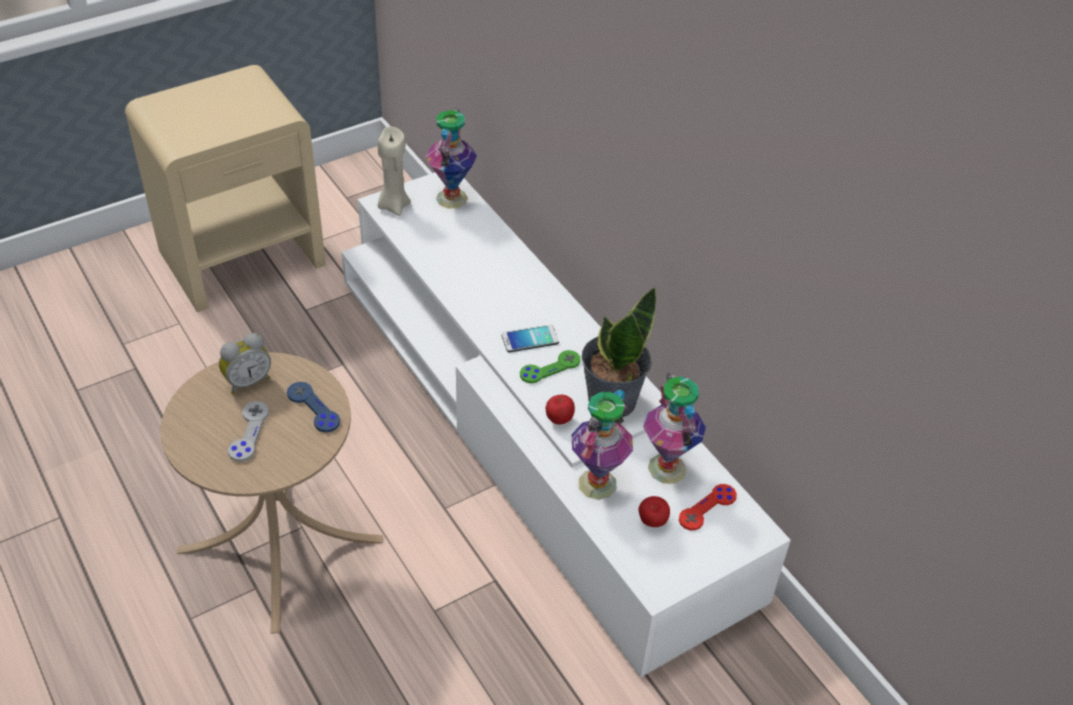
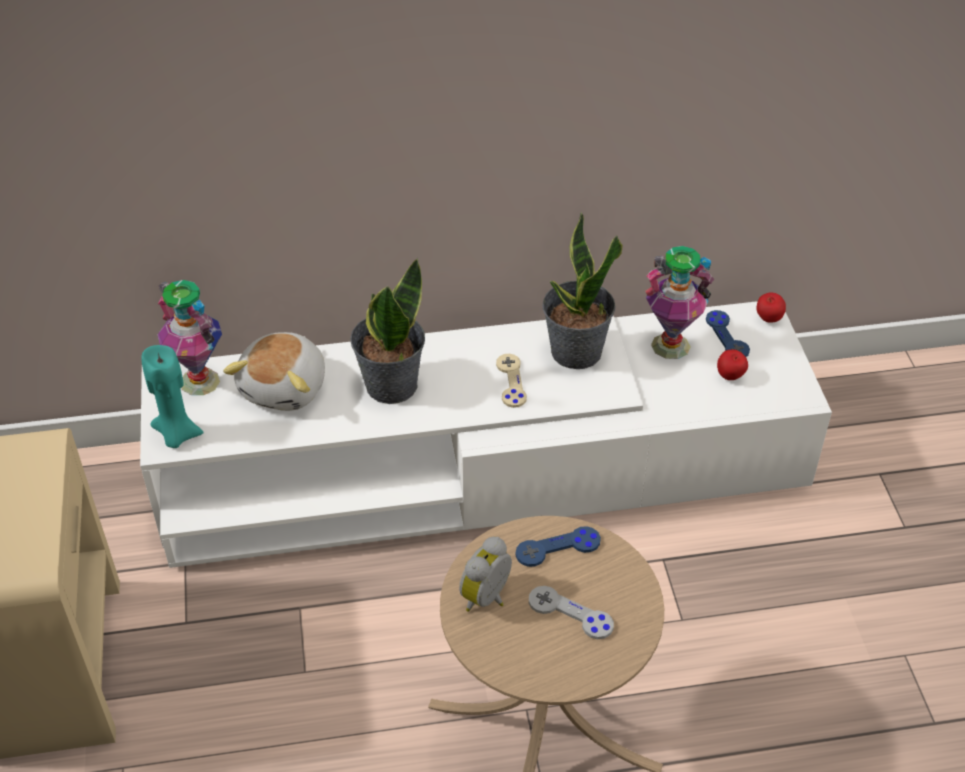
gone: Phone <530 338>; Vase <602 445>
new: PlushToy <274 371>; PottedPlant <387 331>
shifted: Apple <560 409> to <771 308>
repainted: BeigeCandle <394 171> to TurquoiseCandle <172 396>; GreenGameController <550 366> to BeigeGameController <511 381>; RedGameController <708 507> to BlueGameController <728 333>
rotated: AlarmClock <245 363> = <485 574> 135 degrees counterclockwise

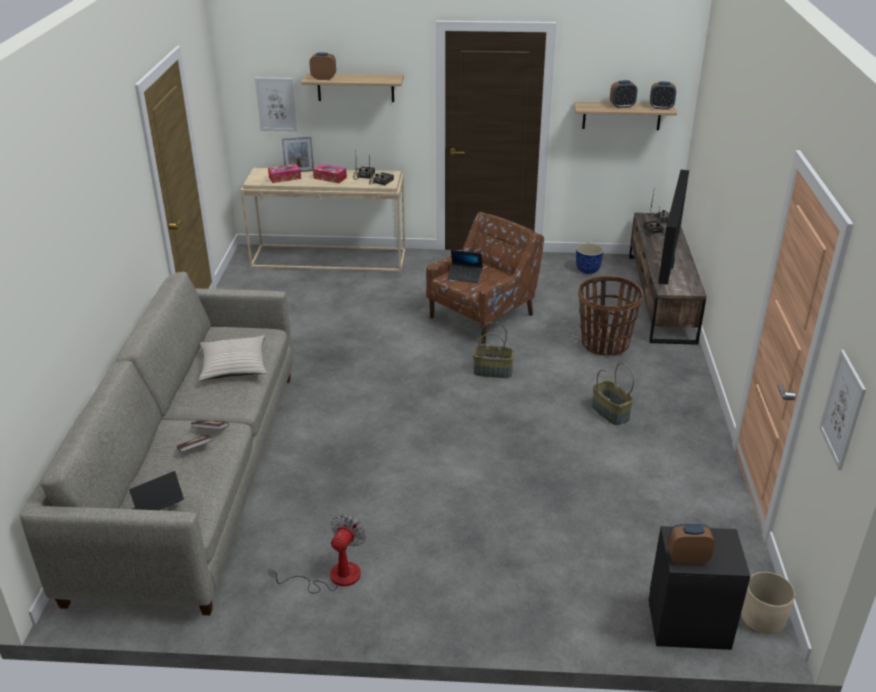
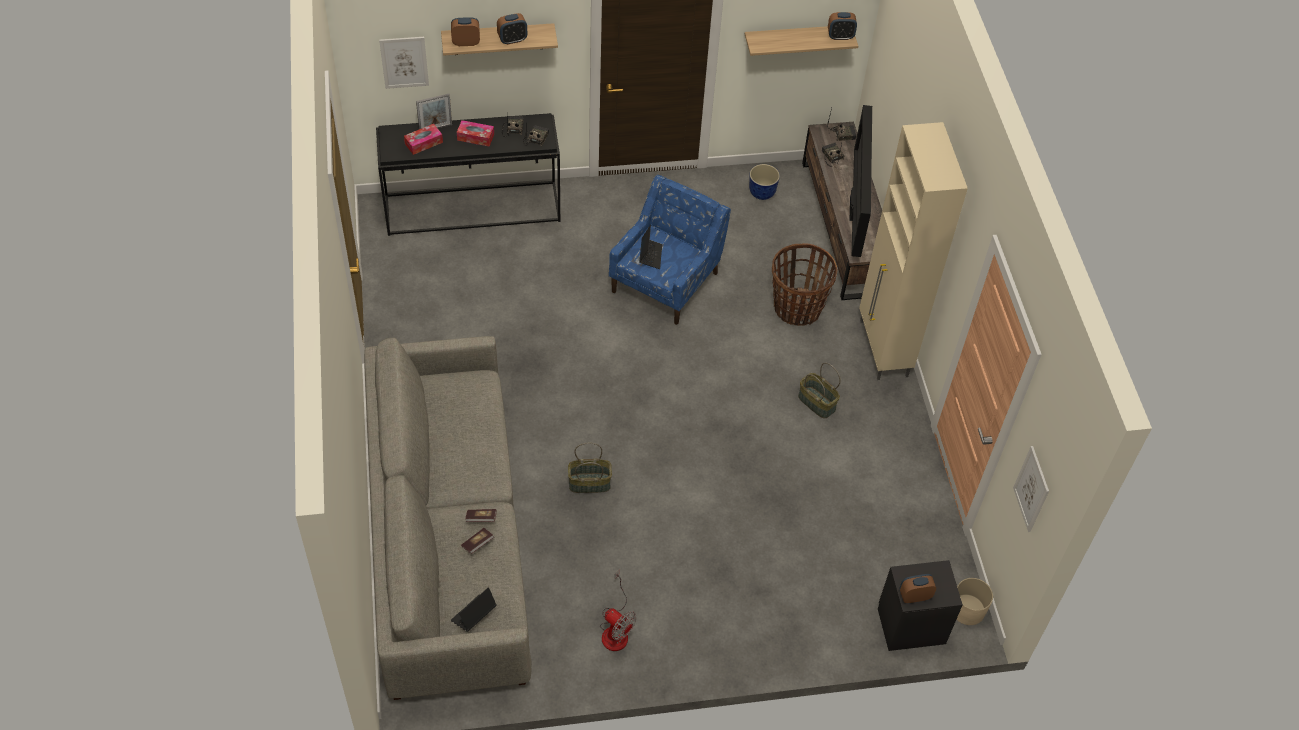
gone: BeigePillow <232 358>
new: BeigeCabinet <913 251>
shifted: Basket <493 350> to <590 468>; AlarmClock <623 94> to <512 29>
repainted: BeigeConsoleTable <323 220> to BlackConsoleTable <468 174>; BrownArmchair <485 278> to BlueArmchair <670 250>
rotated: Fan <317 554> = <618 610> 120 degrees clockwise; Laptop <465 266> = <650 247> 90 degrees counterclockwise

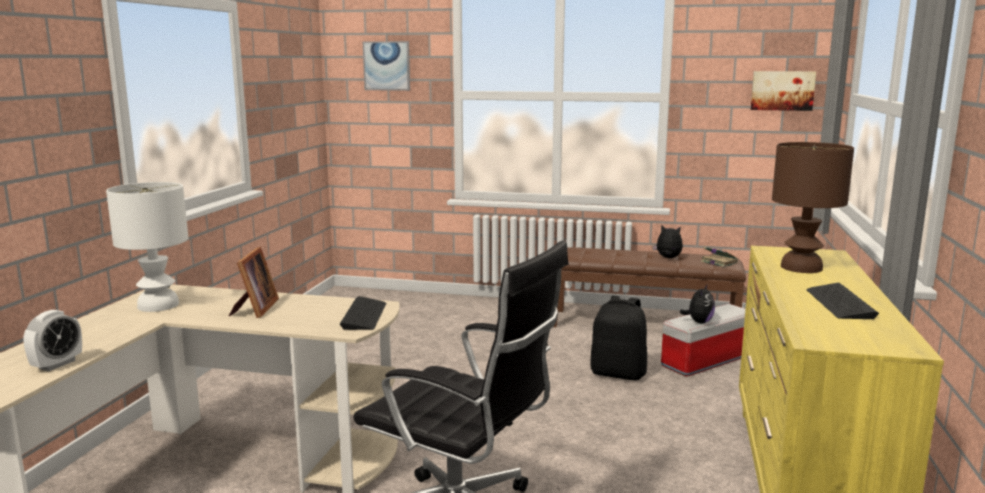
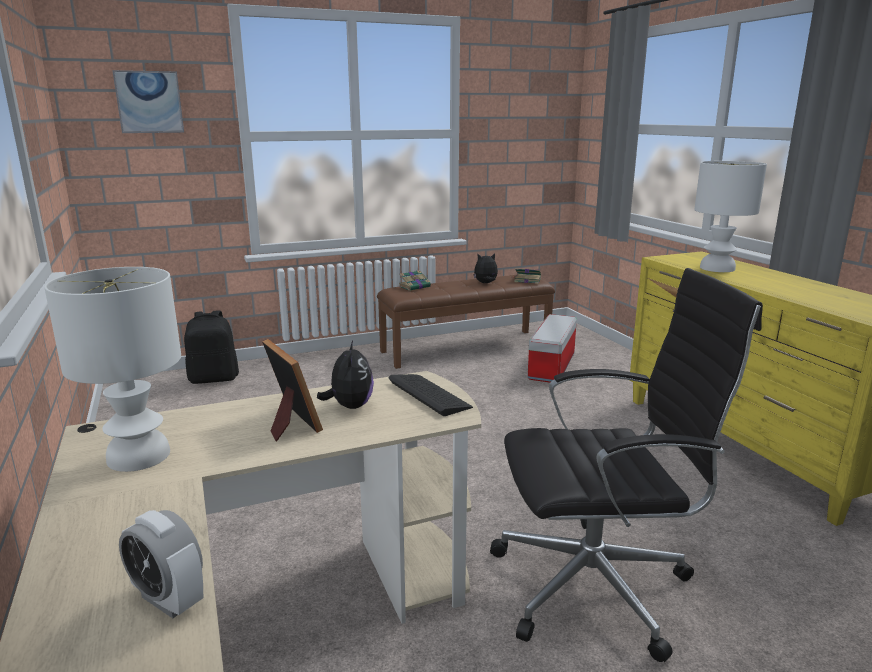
gone: Picture <783 91>; Keyboard <842 301>
new: Book <415 280>
shifted: BlackBackpack <618 338> to <211 347>; PlushToy <697 304> to <345 375>
repainted: BrownTableLamp <813 207> to WhiteTableLamp <730 216>
rotated: AlarmClock <53 340> = <161 564> 135 degrees clockwise

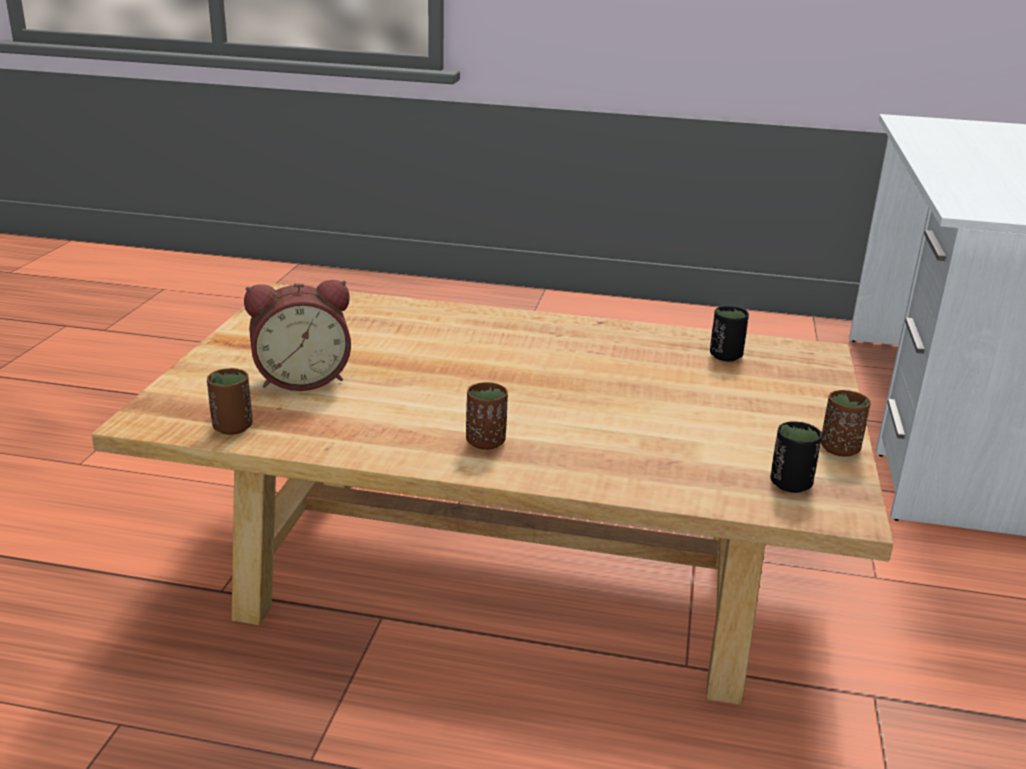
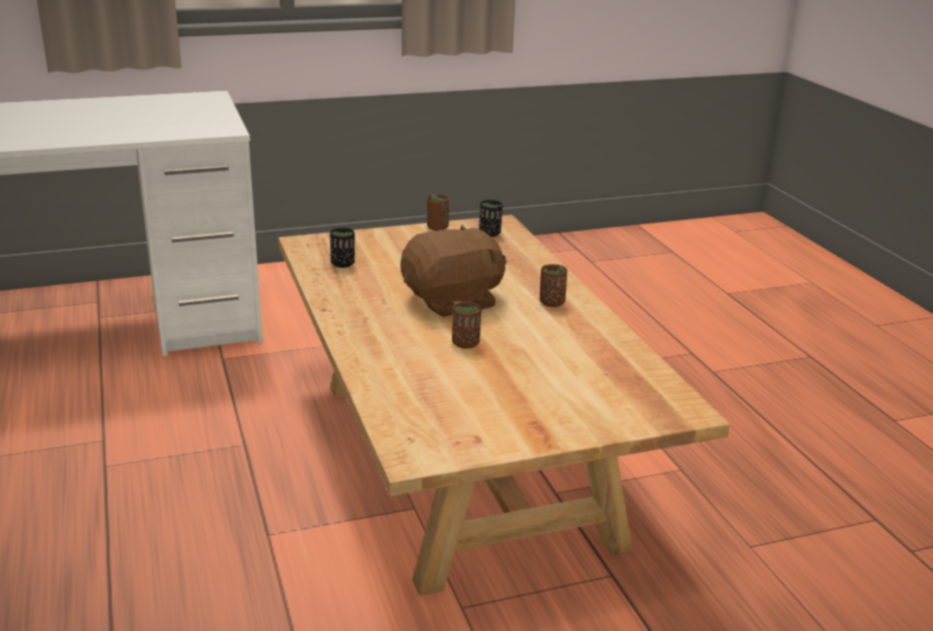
gone: AlarmClock <297 335>
new: BrownPlushToy <454 270>
shifted: BrownCup <230 401> to <466 325>

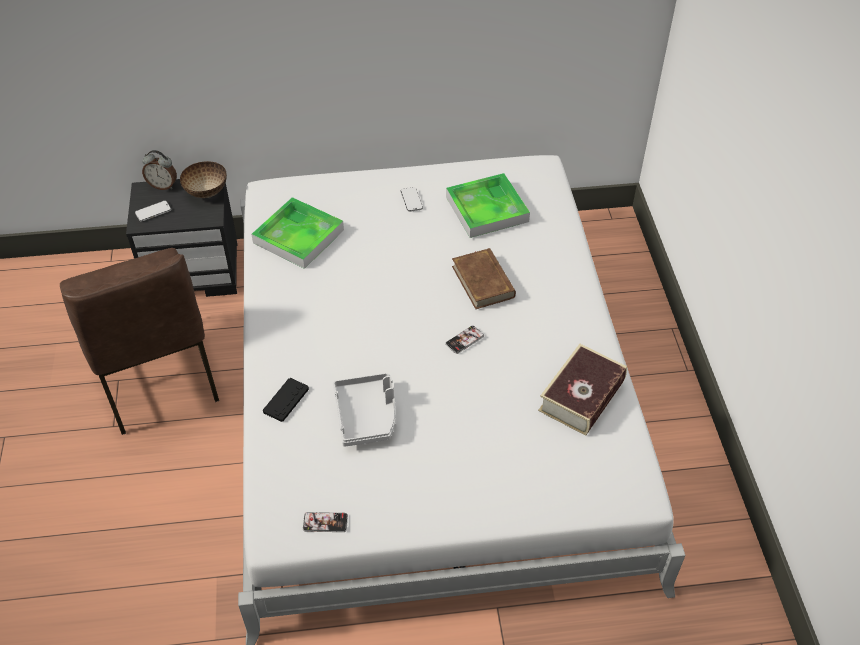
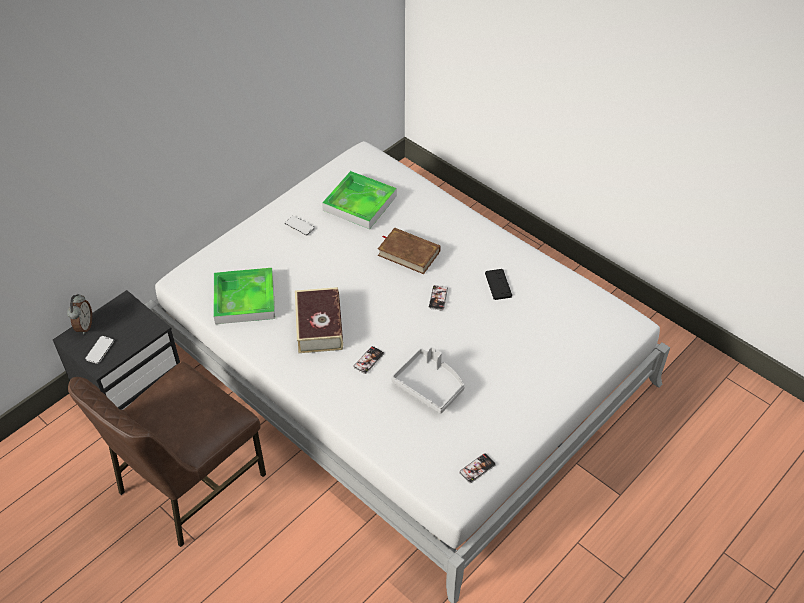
gone: Bowl <203 179>
new: Phone <368 360>
shifted: BlackGameController <286 400> to <498 284>; Book <582 390> to <319 320>
rotated: BrownChair <139 341> = <167 454> 105 degrees clockwise; AlarmClock <159 170> = <79 314> 60 degrees counterclockwise

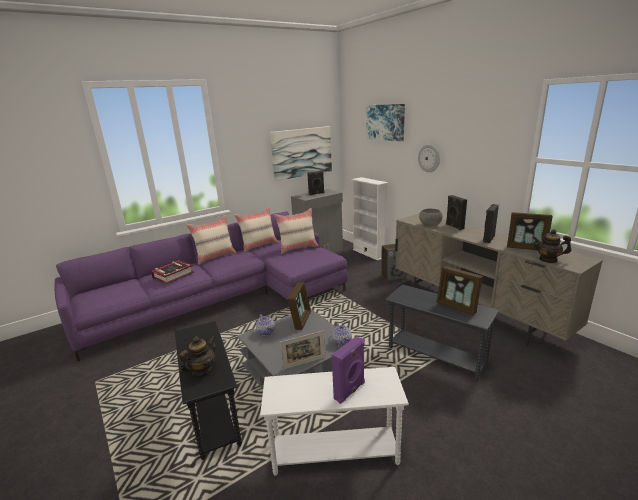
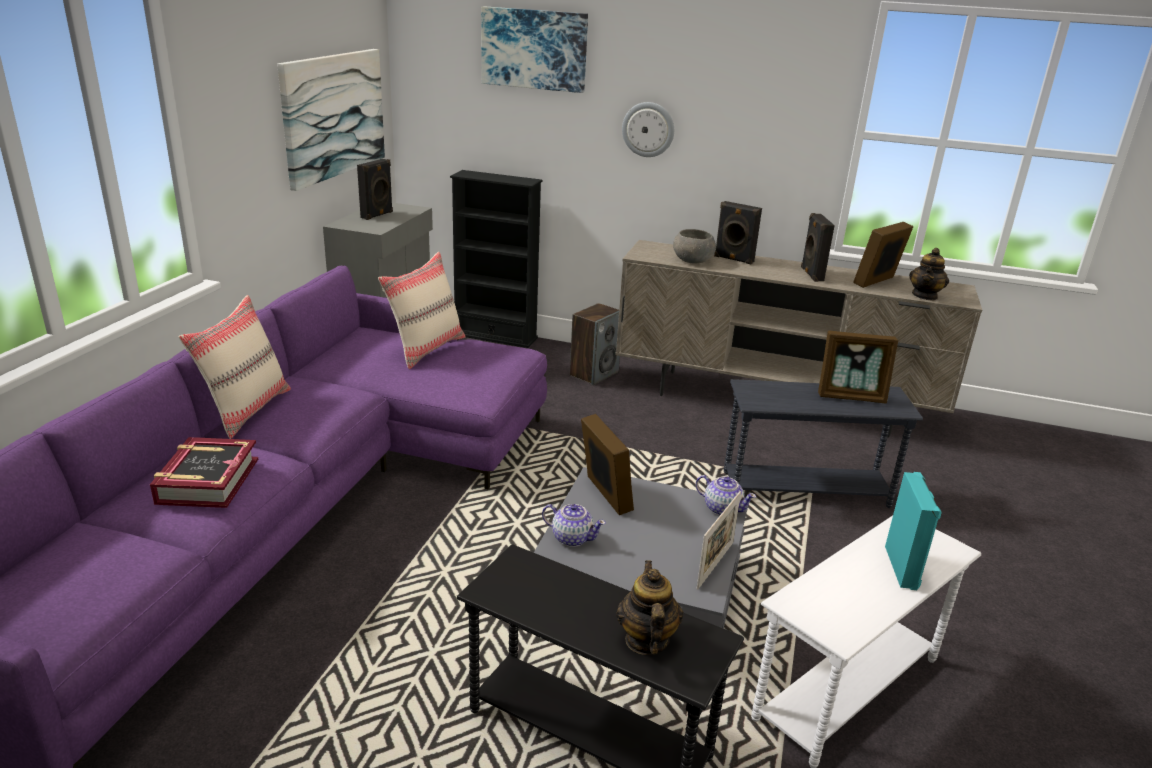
gone: BeigePillow <256 229>
repainted: PurpleSpeaker <348 370> to TurquoiseSpeaker <913 531>; WhiteBookcase <369 219> to BlackBookcase <496 259>
rotated: PictureFrame <530 231> = <883 255> 150 degrees clockwise; Teapot <551 246> = <929 274> 45 degrees counterclockwise

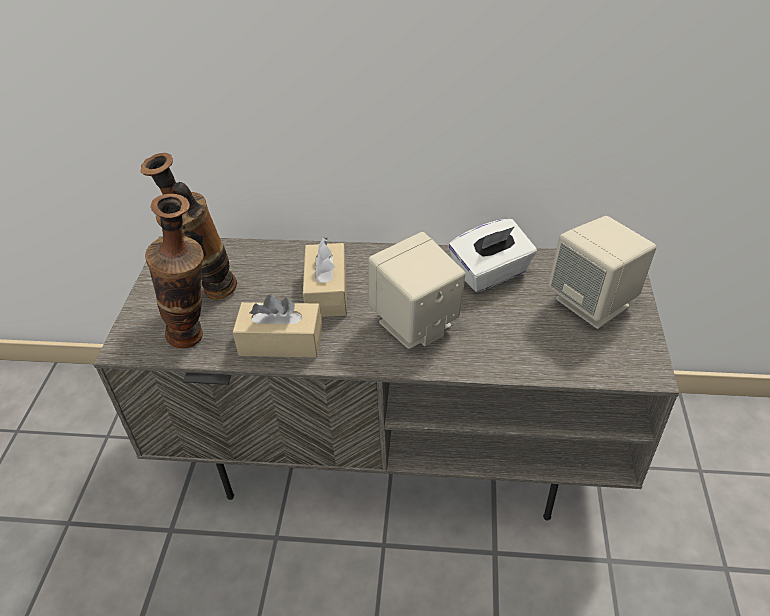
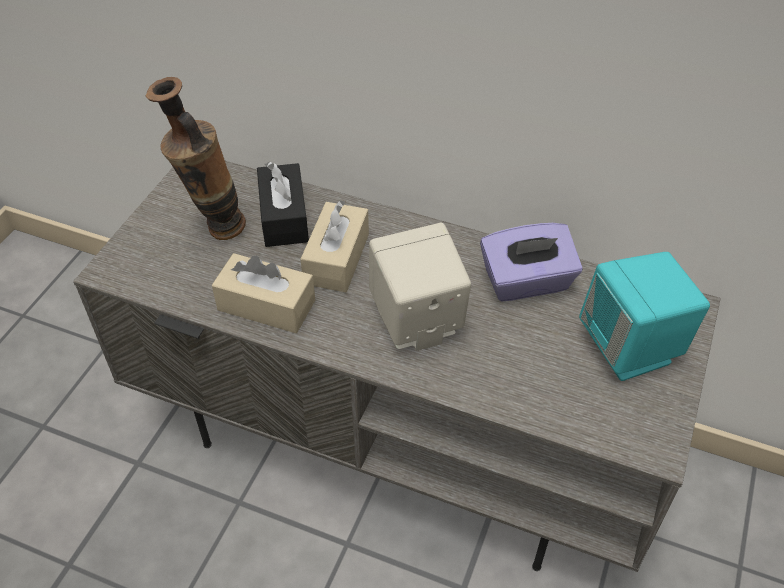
gone: Vase <174 271>
new: BlackTissueBox <283 204>
repainted: WhiteTissueBox <493 255> to PurpleTissueBox <531 262>; BeigeSpeaker <602 272> to TurquoiseSpeaker <644 316>

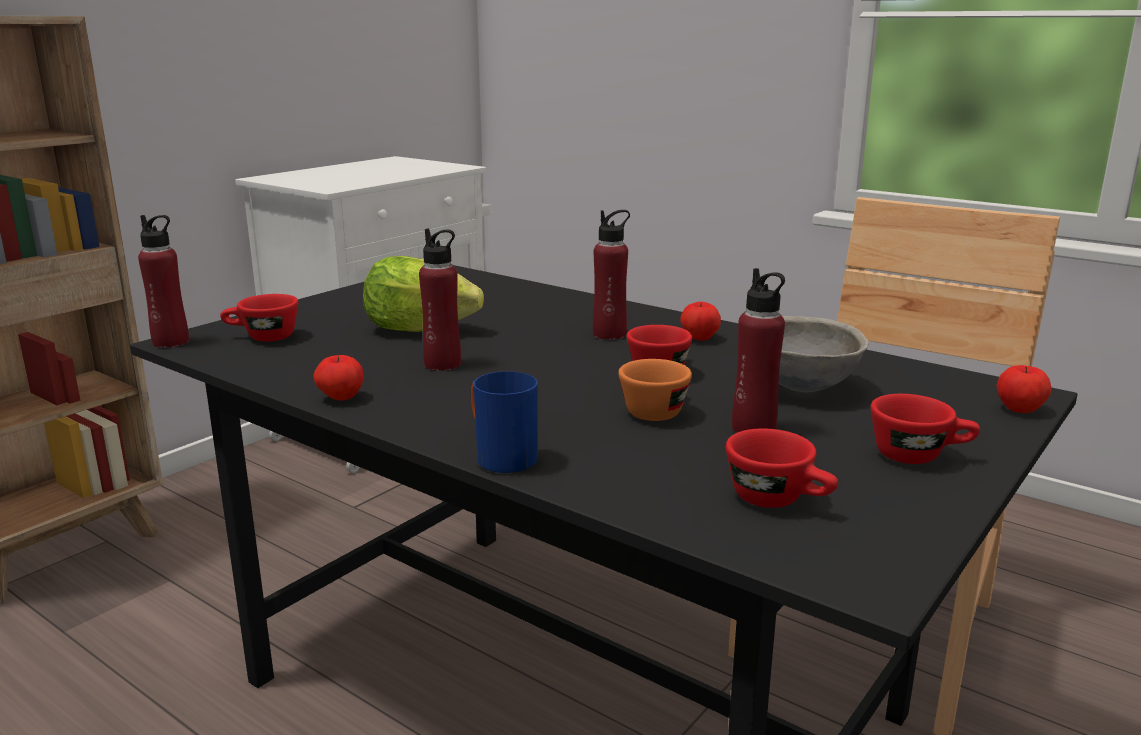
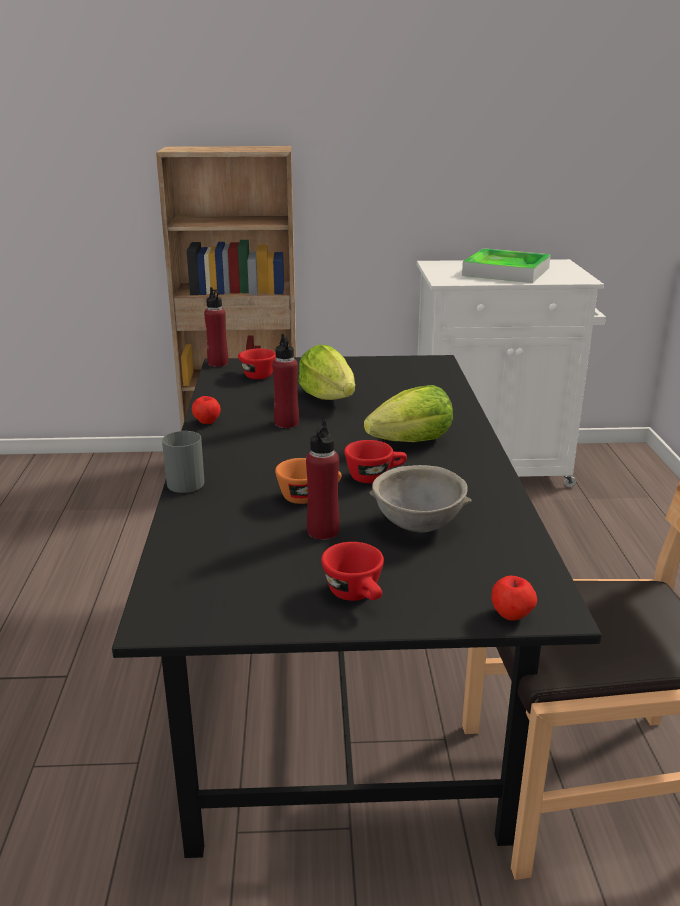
gone: Apple <700 321>; RedCup <782 468>
new: Tray <506 265>
swapped: RedBottle <611 275> to Lettuce <408 413>
repainted: BlueMug <504 422> to GreyMug <183 462>

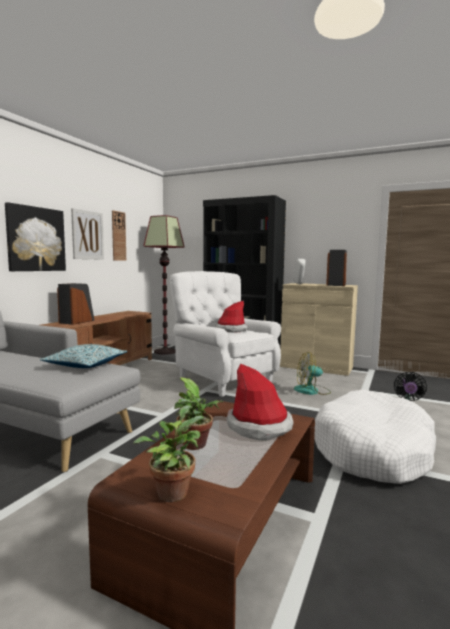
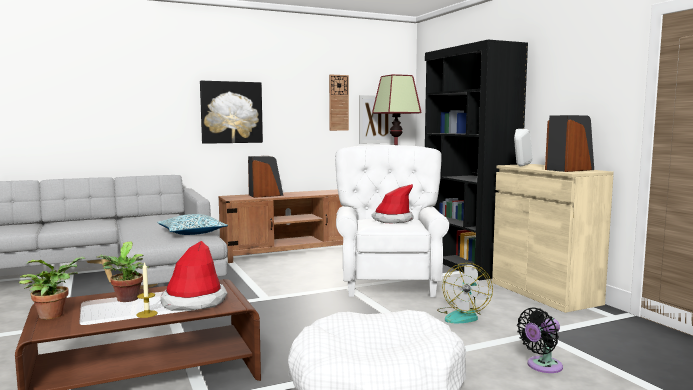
new: Candle <147 290>
shifted: Picture <87 234> to <377 119>
rotated: Fan <312 373> = <465 293> 105 degrees counterclockwise

